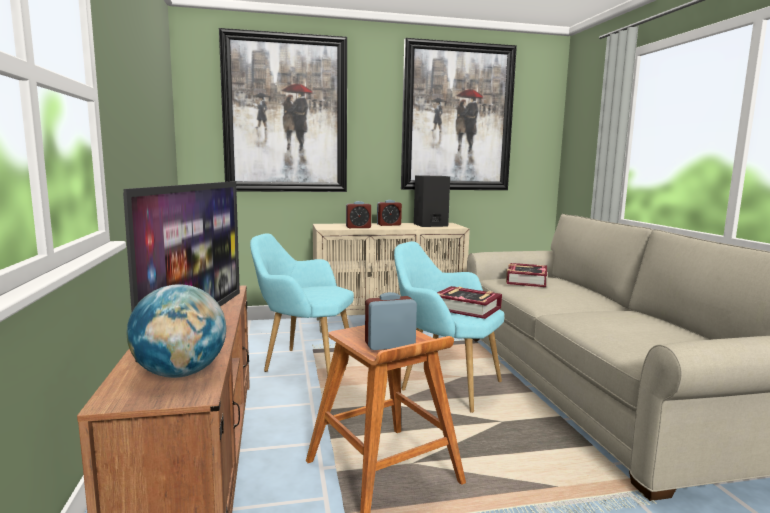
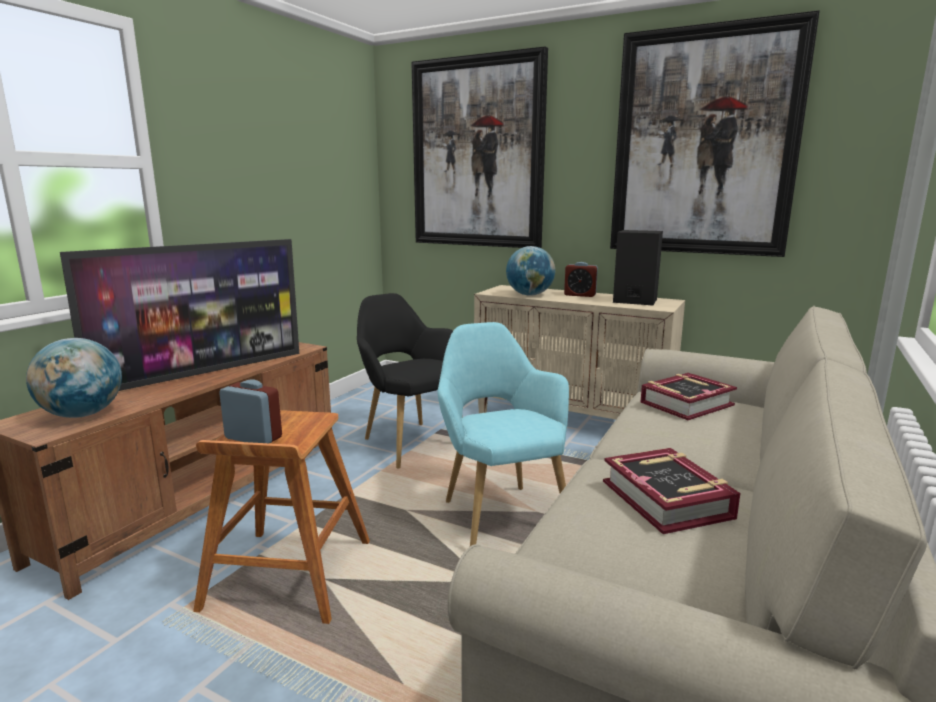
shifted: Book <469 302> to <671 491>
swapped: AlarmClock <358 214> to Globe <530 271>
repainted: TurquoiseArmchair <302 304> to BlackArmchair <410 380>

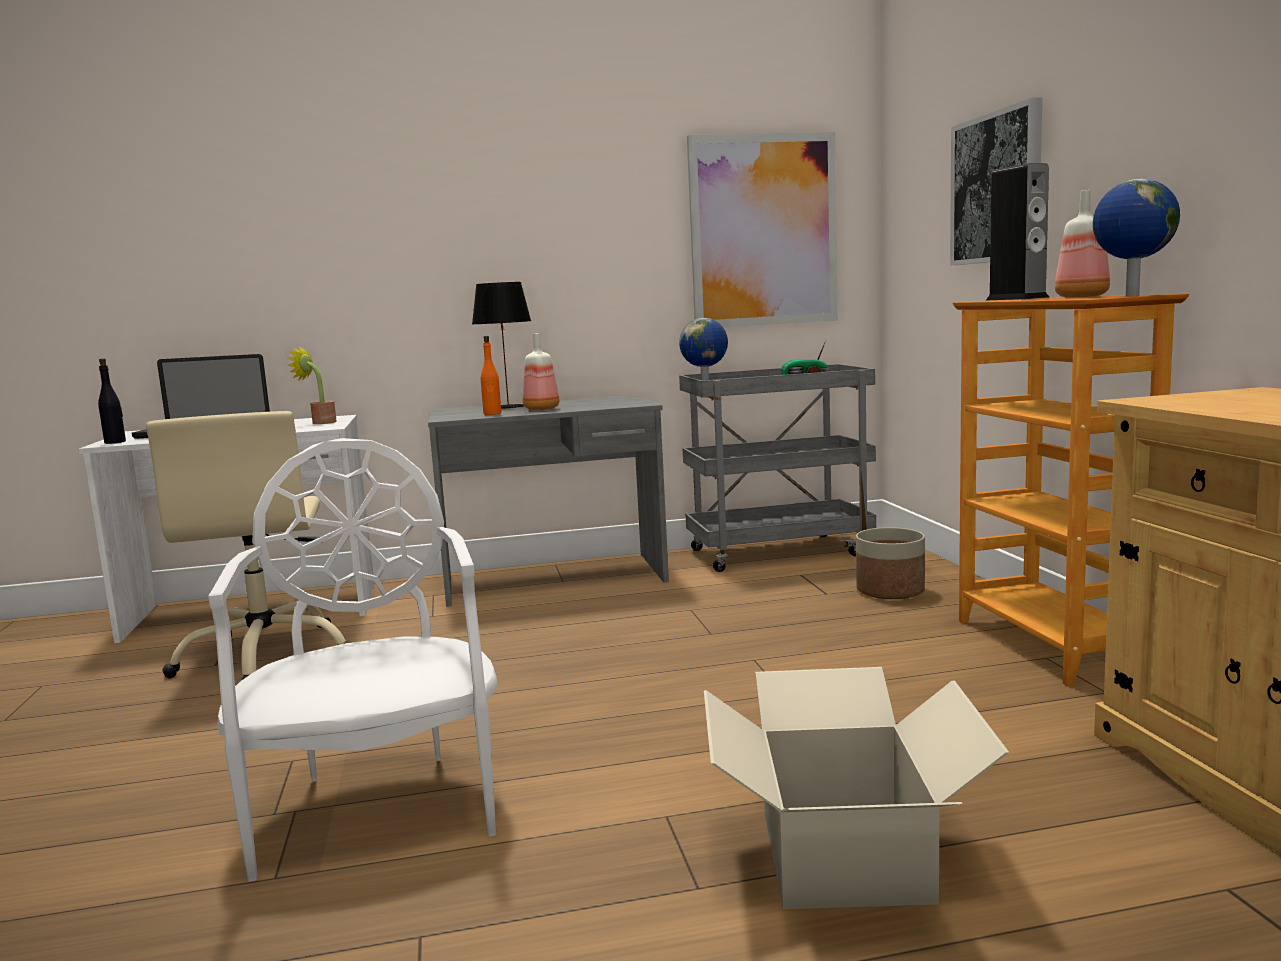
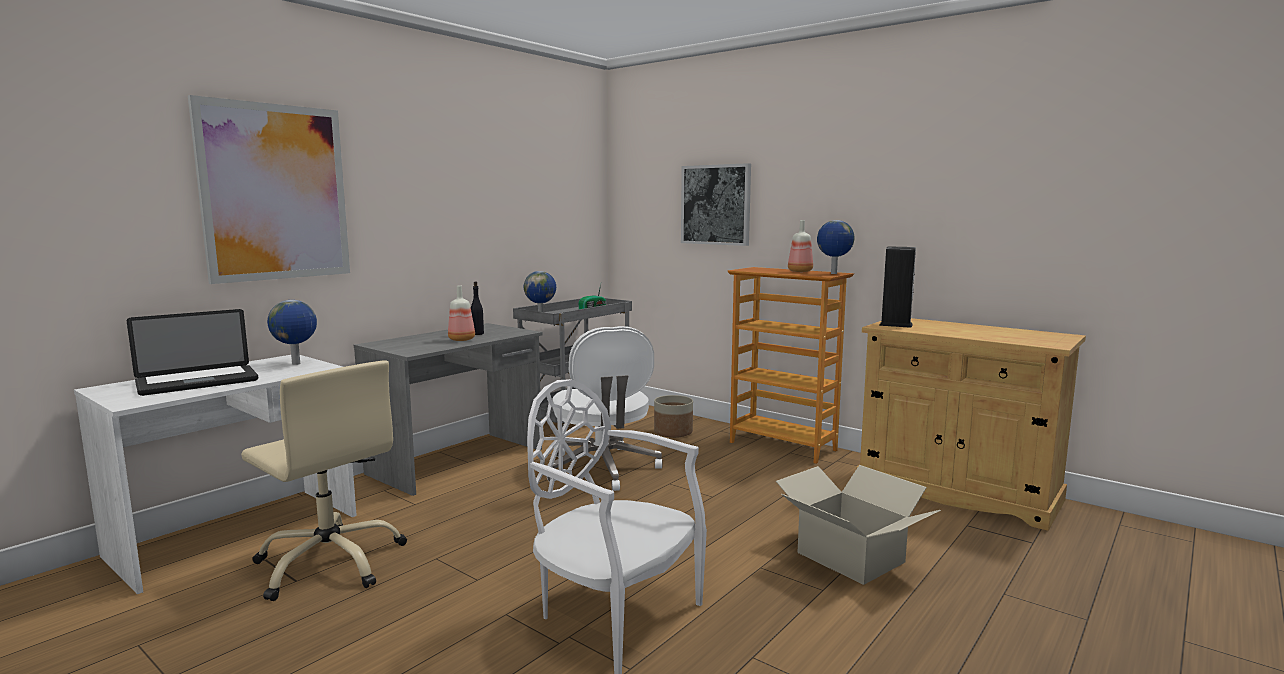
gone: BlackTableLamp <501 345>; OrangeBottle <491 375>
new: WhiteOfficeChair <605 408>
shifted: BlackBottle <112 401> to <477 308>; Picture <762 229> to <269 189>; Speaker <1017 232> to <897 287>
swapped: PottedPlant <312 385> to Globe <292 332>

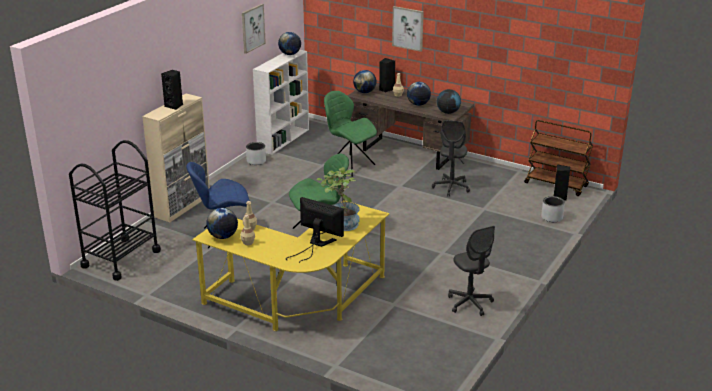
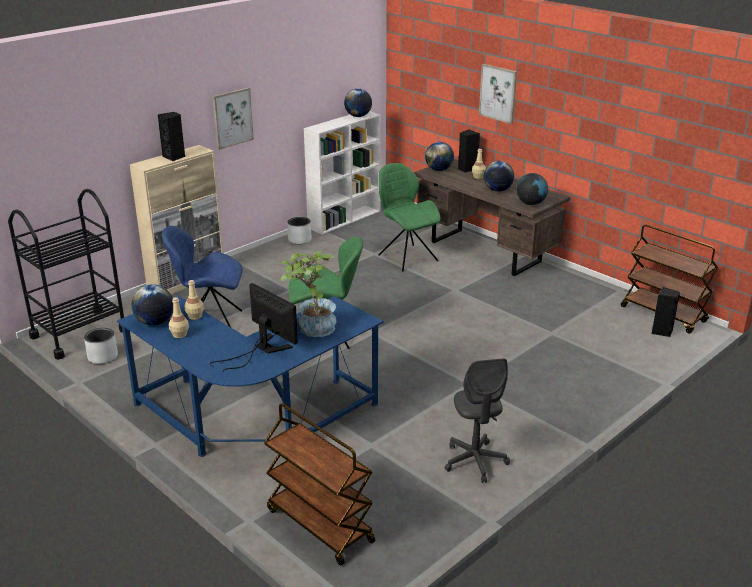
gone: GreyOfficeChair <451 158>
new: BrownCart <319 484>
shifted: Picture <254 29> to <233 118>; GreyPlanter <553 209> to <101 346>
repainted: YellowDesk <291 265> to BlueDesk <250 376>

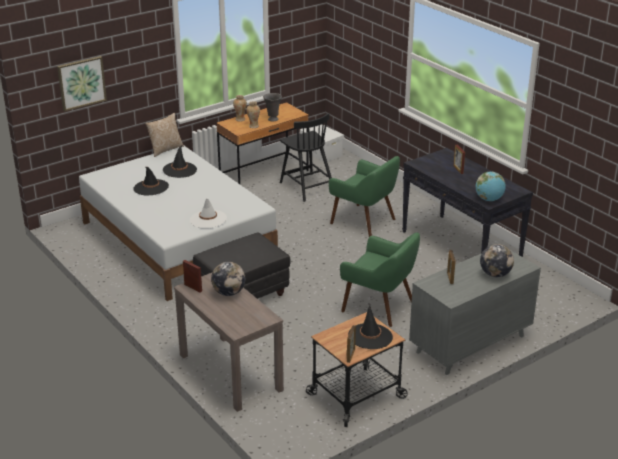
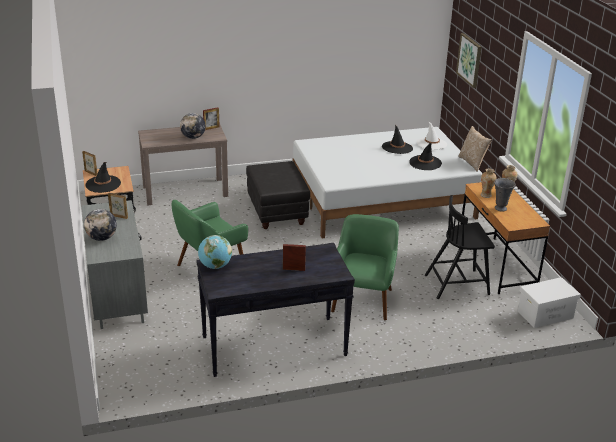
shifted: WhiteHat <208 213> to <431 135>
rotated: GreenArmchair <364 196> = <365 267> 135 degrees clockwise

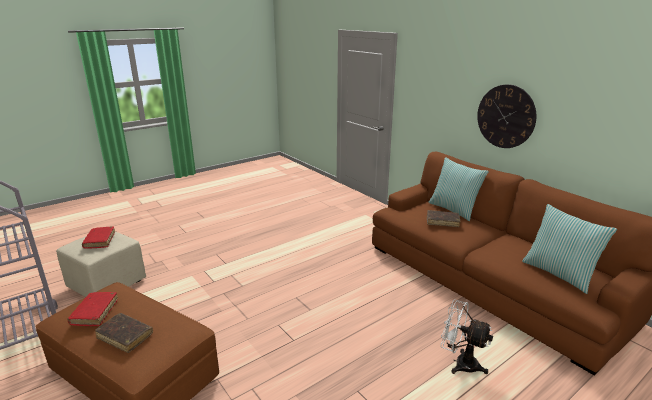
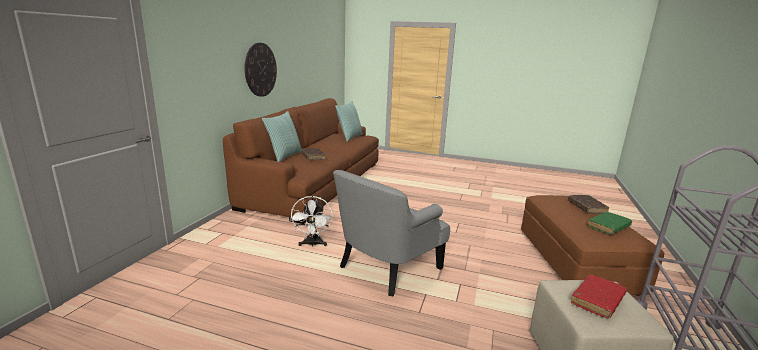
new: GreyArmchair <391 233>
shifted: WhiteFan <467 337> to <311 221>
repainted: RedBook <92 309> to GreenBook <609 223>

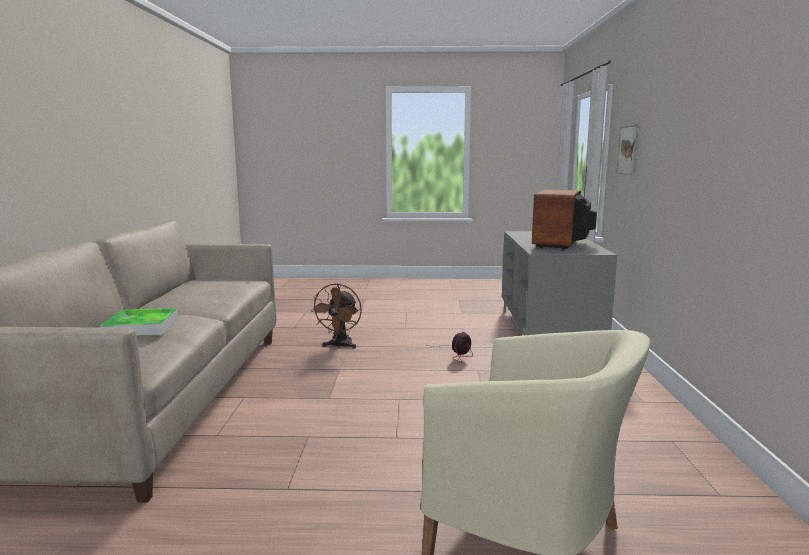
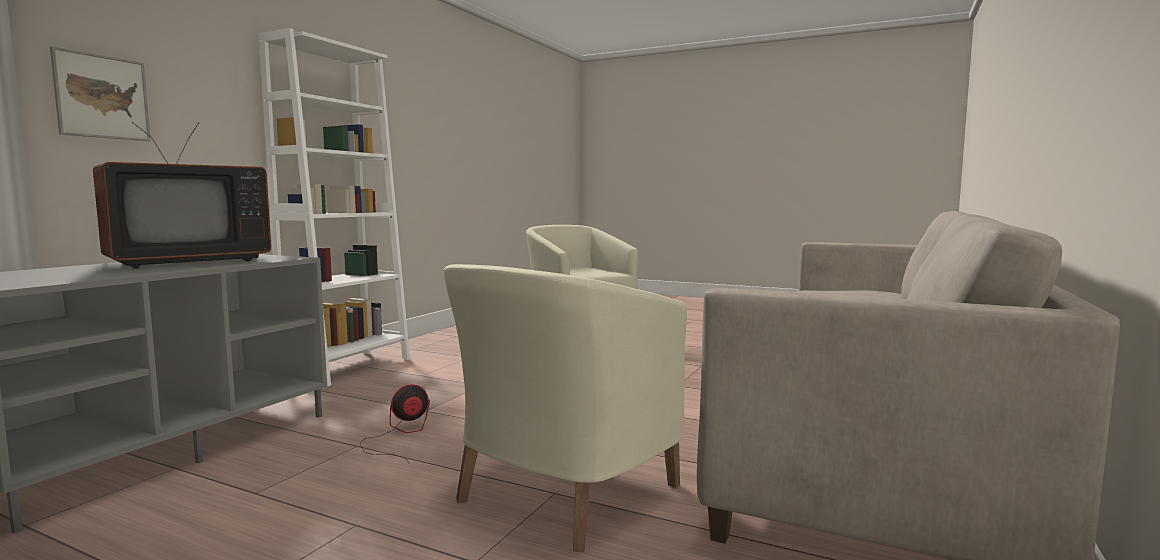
gone: Tray <139 321>
new: WhiteBookcase <334 207>
swapped: BrownFan <336 316> to BeigeArmchair <565 408>

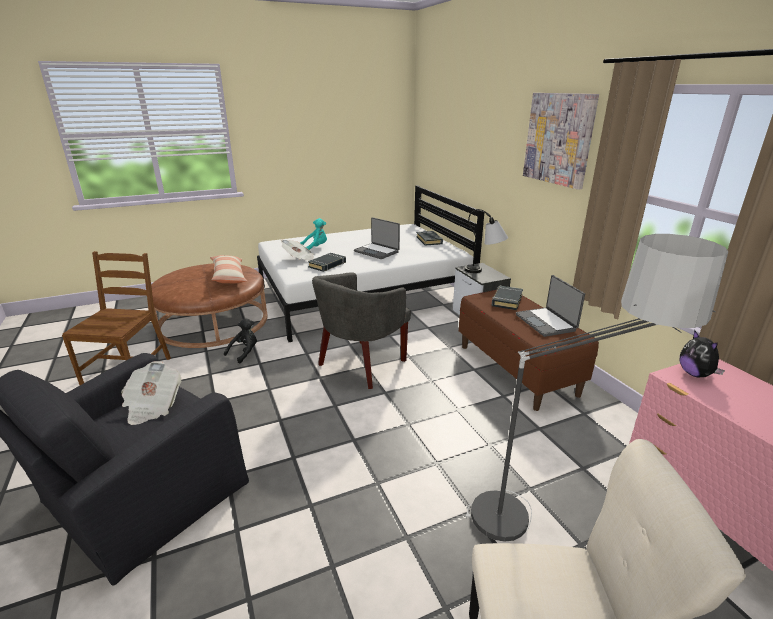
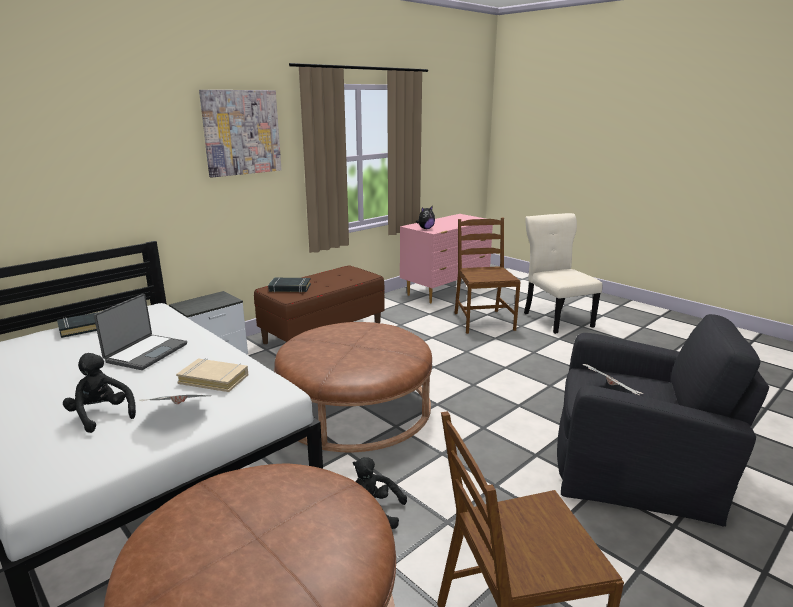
gone: Pillow <228 269>; TableLamp <486 241>; Laptop <550 306>
swapped: GreyArmchair <361 330> to BrownOttoman <353 387>; FloorLamp <597 388> to BrownChair <488 276>
repainted: TurquoisePlushToy <313 234> to BlackPlushToy <99 393>; BlackBook <327 262> to BeigeBook <212 375>

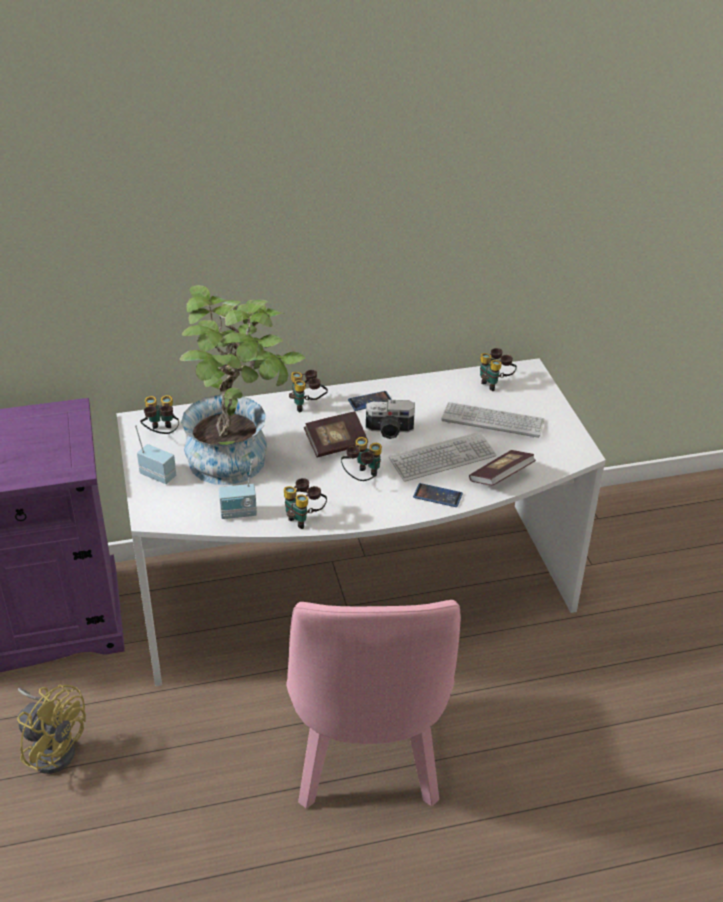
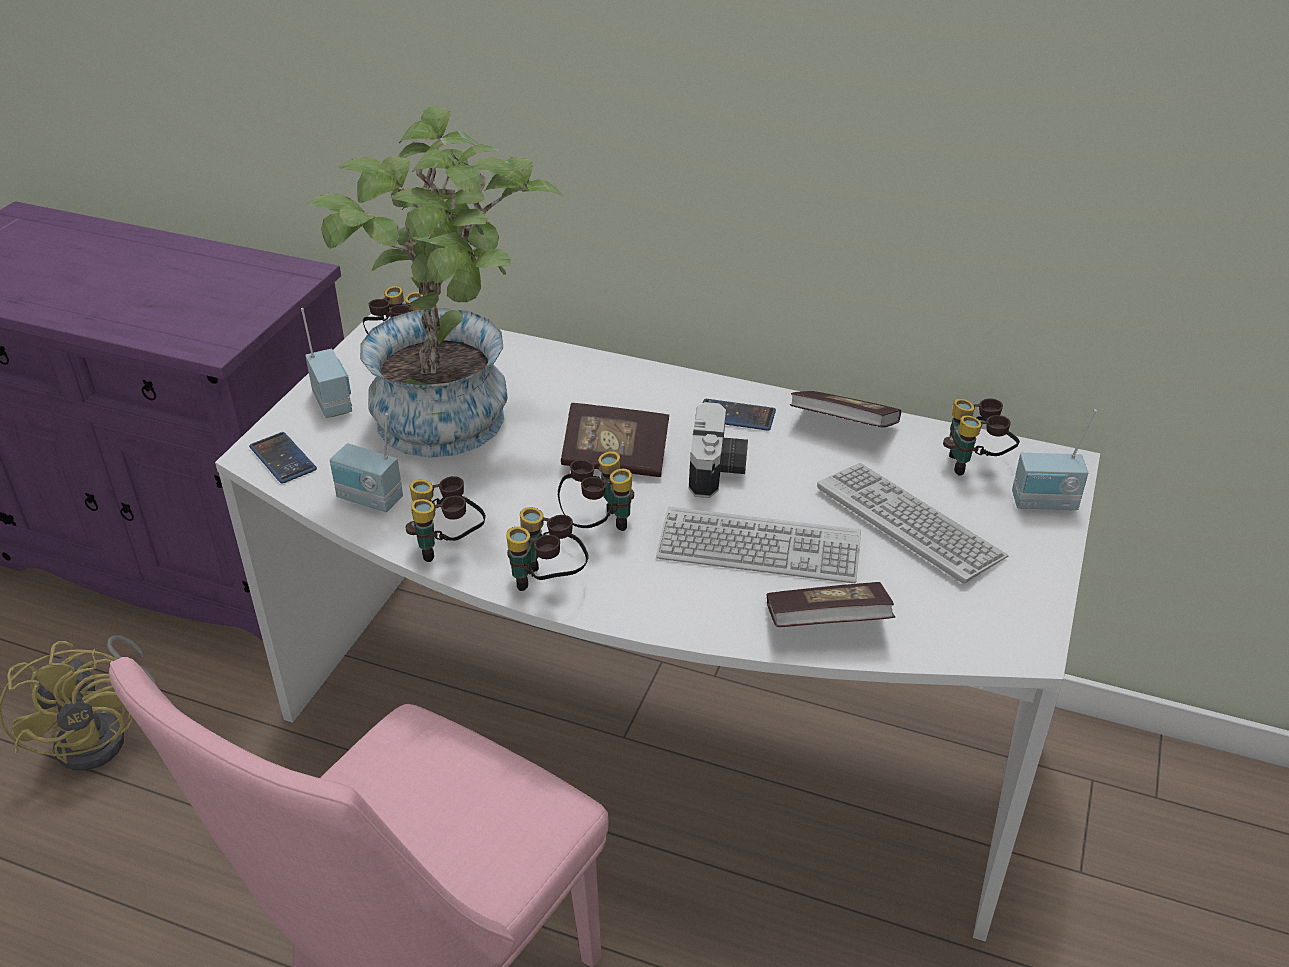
new: Book <845 409>; Radio <1054 460>
shifted: Binoculars <308 391> to <547 549>; Phone <438 495> to <283 458>
rotated: PhotoCamera <390 419> = <718 450> 120 degrees counterclockwise

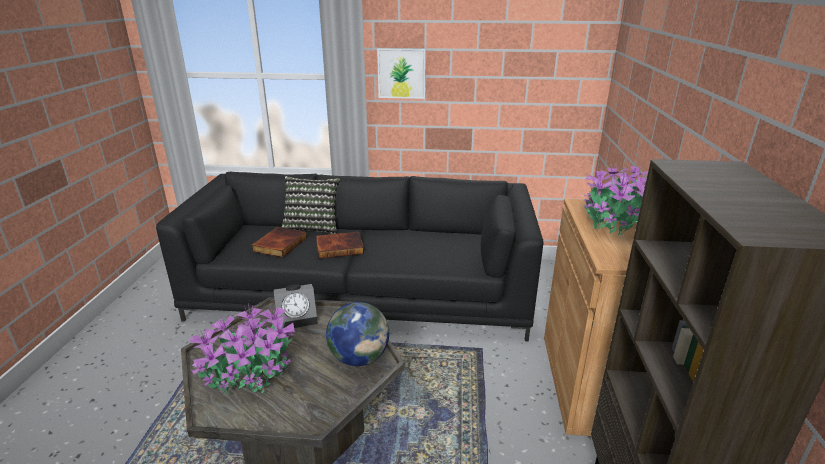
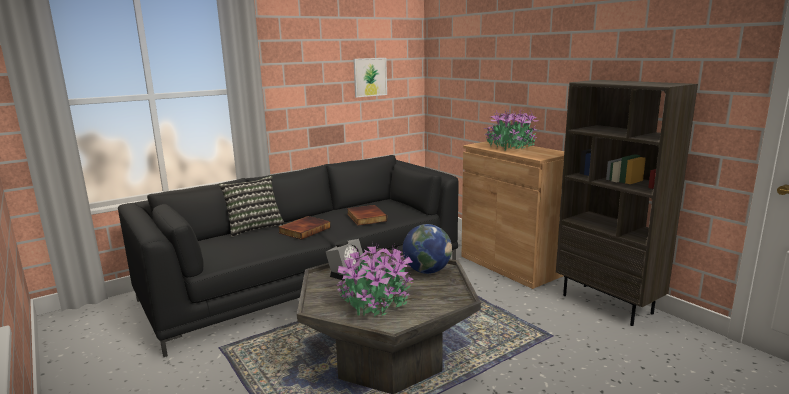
shifted: Book <279 242> to <367 215>; Picture <401 73> to <370 78>

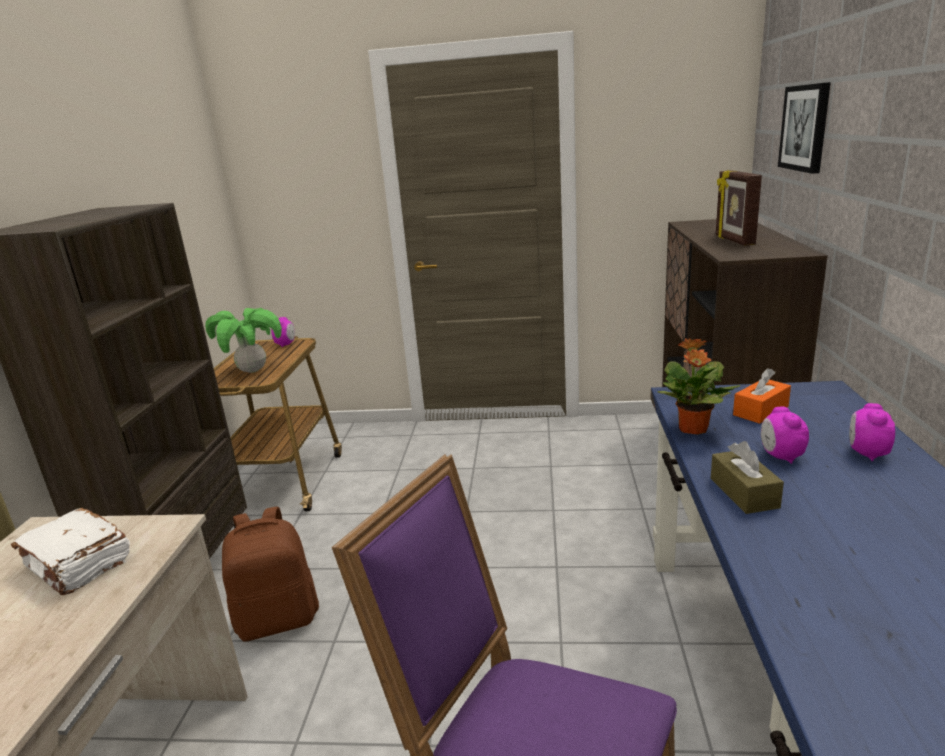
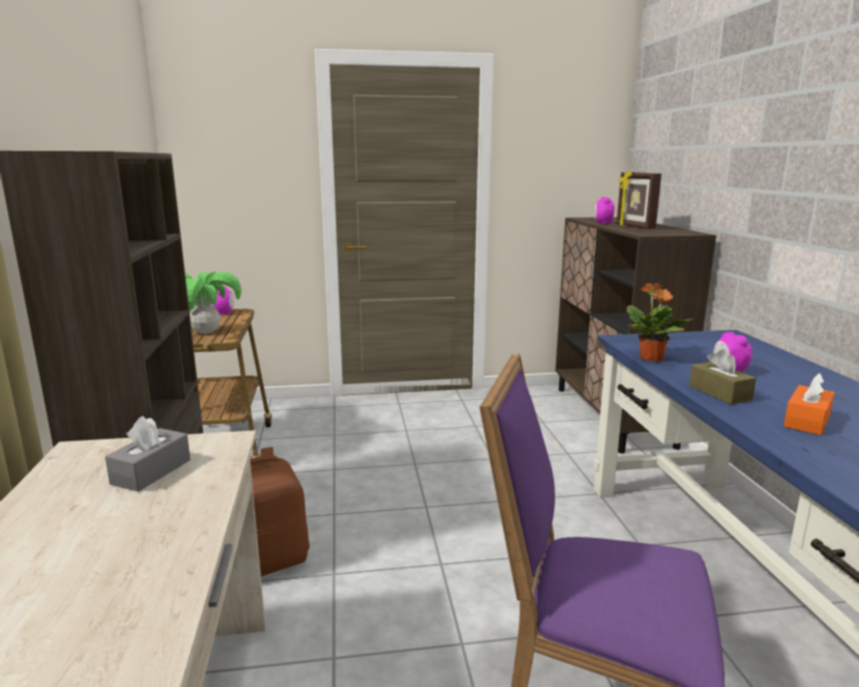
gone: Picture <804 128>
shifted: OrangeTissueBox <762 396> to <809 404>; AlarmClock <872 432> to <604 210>
swapped: WhiteBook <70 551> to GreyTissueBox <147 454>

